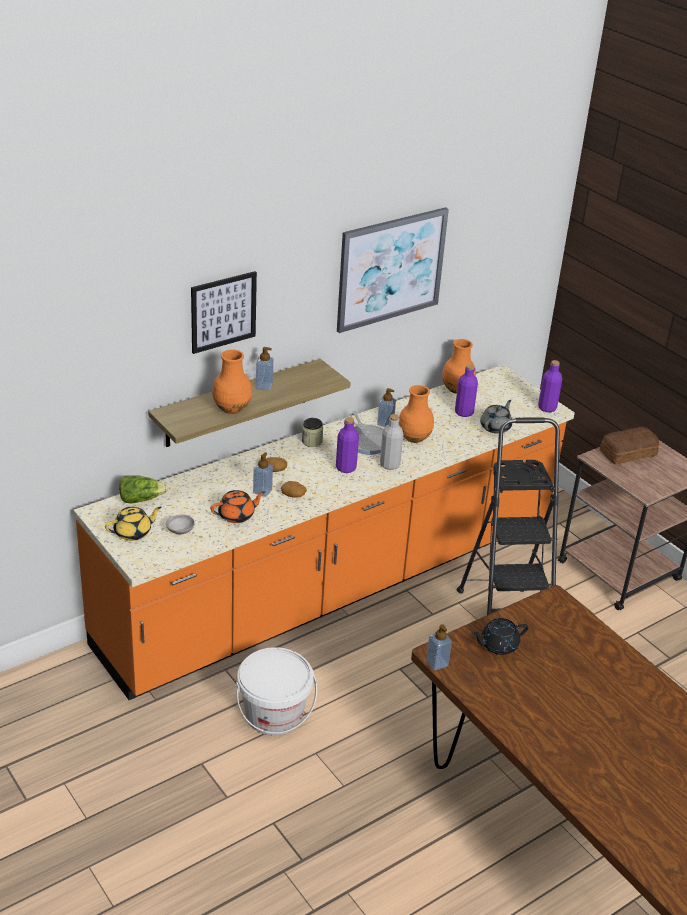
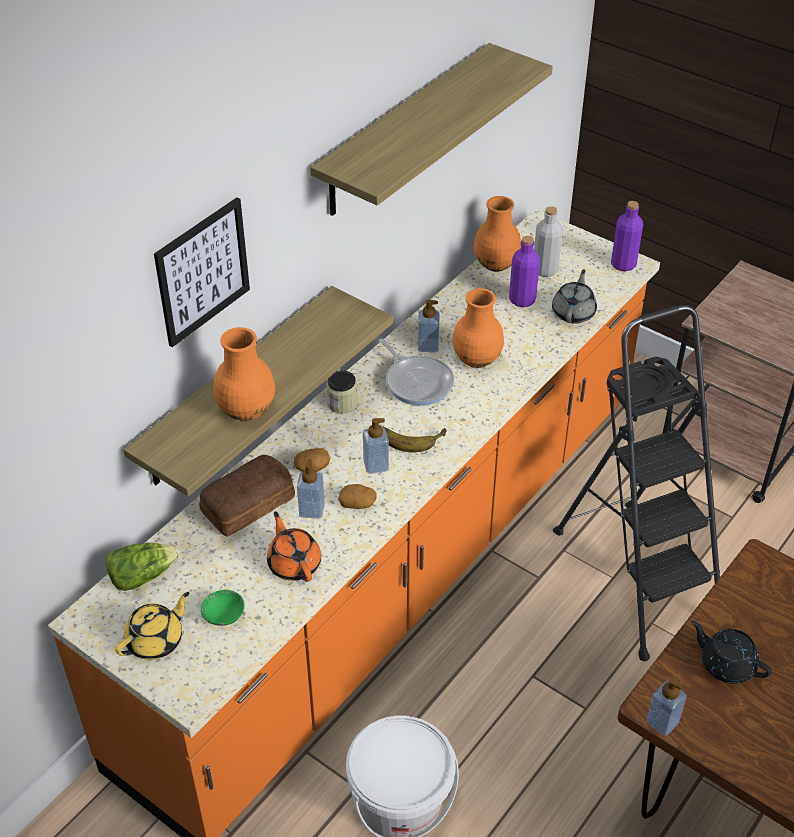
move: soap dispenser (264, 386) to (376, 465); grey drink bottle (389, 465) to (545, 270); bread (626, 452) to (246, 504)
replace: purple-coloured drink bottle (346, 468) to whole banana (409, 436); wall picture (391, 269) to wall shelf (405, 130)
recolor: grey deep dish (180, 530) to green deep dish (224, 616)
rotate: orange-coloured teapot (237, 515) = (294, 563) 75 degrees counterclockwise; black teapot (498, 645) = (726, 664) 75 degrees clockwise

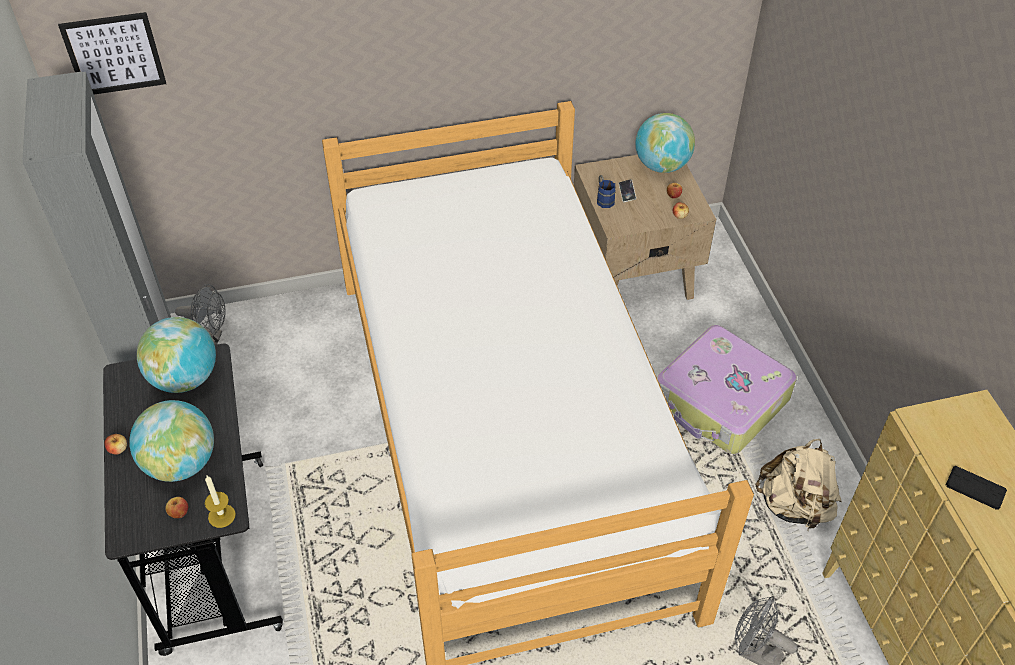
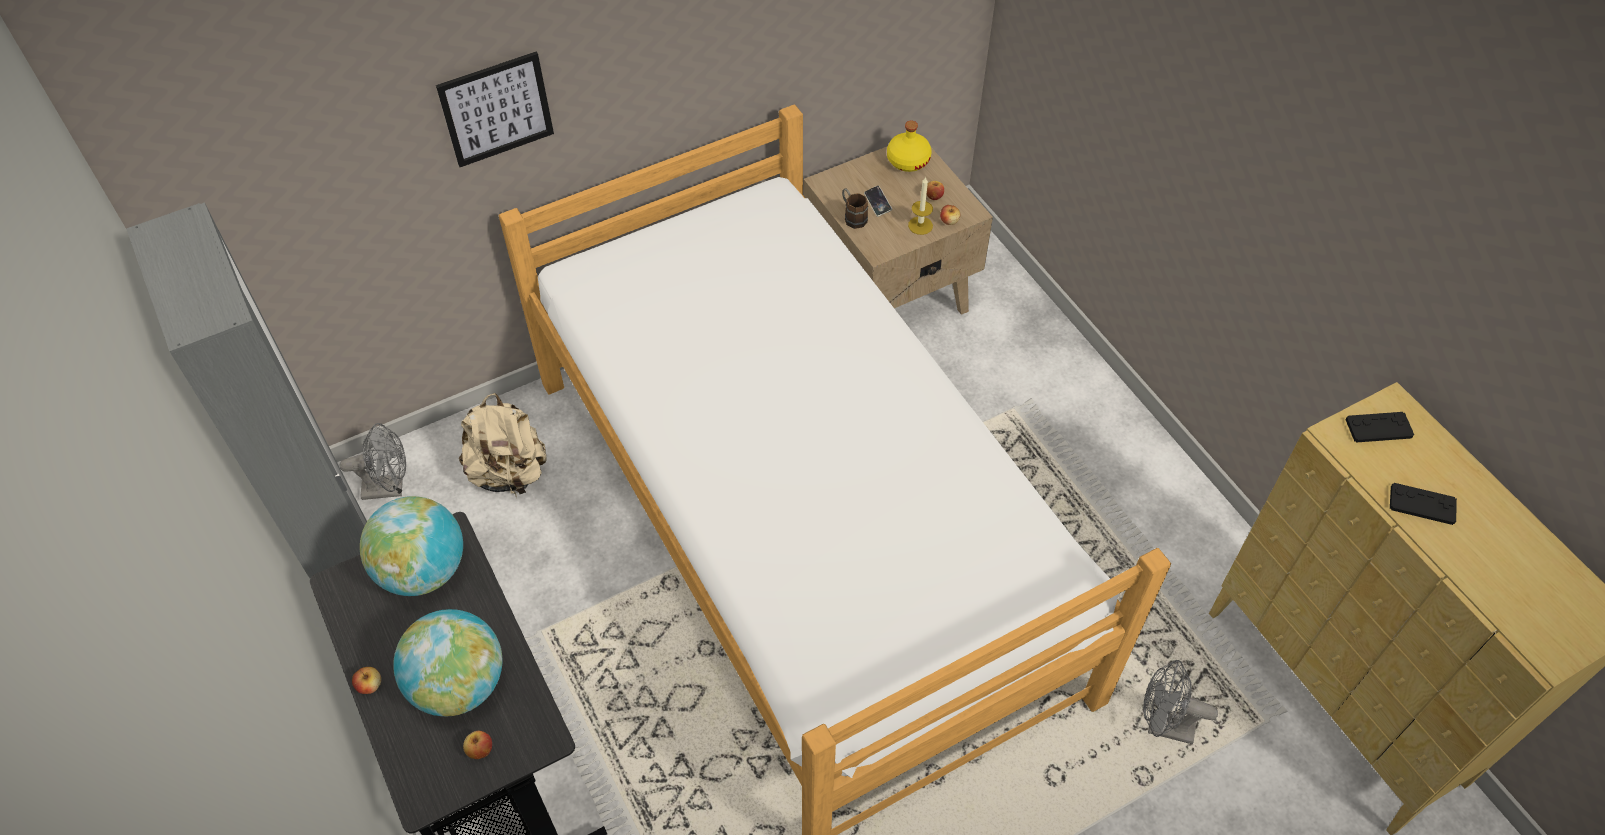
delete: suitcase (721, 401)
insert: black joypad (1378, 428)
move: wall picture (114, 54) to (496, 109); wax candle (221, 516) to (920, 225); beige backpack (794, 506) to (509, 472)
replace: desk globe (661, 165) to yellowish drink bottle (907, 160)
recolor: blue-coloured coffee mug (603, 199) to brownish coffee mug (852, 217)

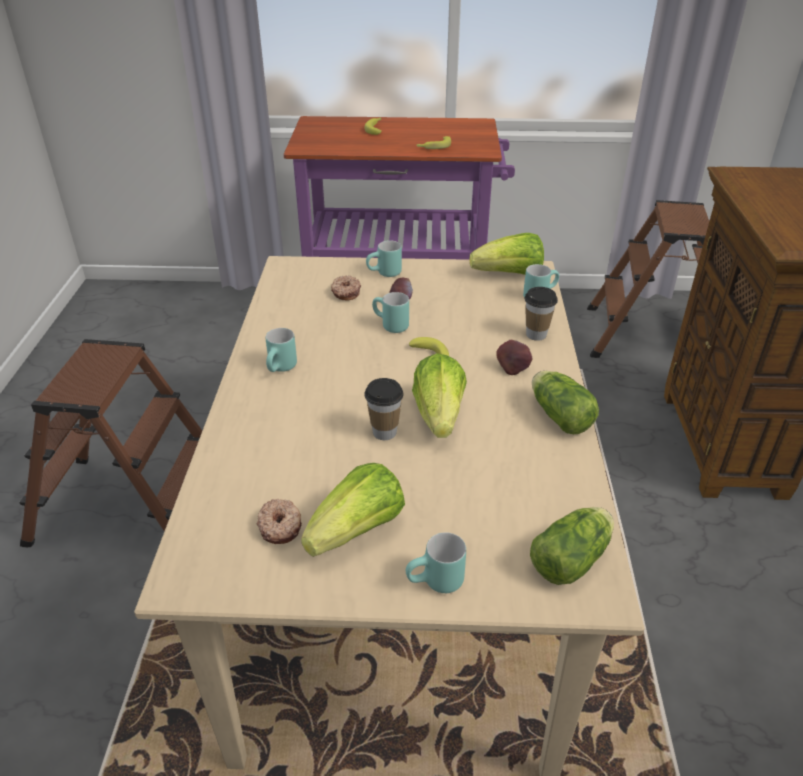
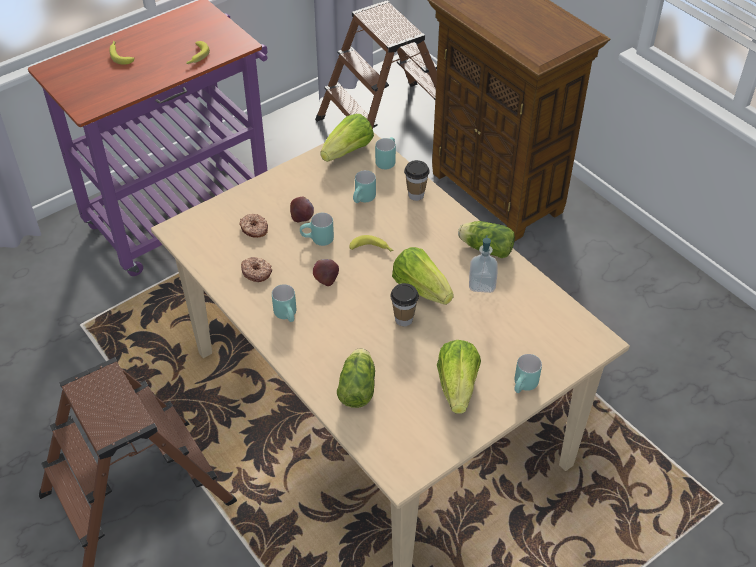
insert: soap dispenser (482, 284)
move: donut (281, 526) to (256, 272); blue-green coffee mug (385, 274) to (364, 200); apple fruit (513, 368) to (326, 279); lettuce head (573, 558) to (358, 386)

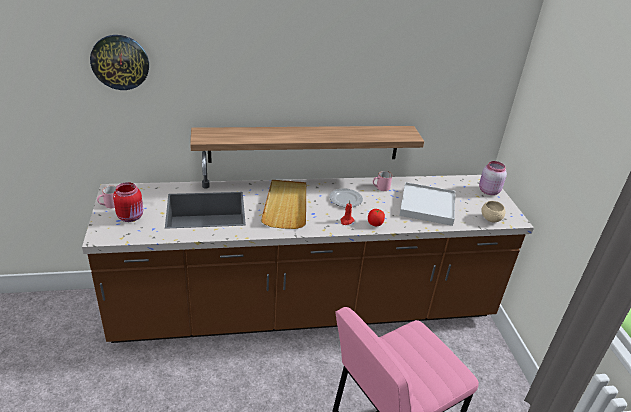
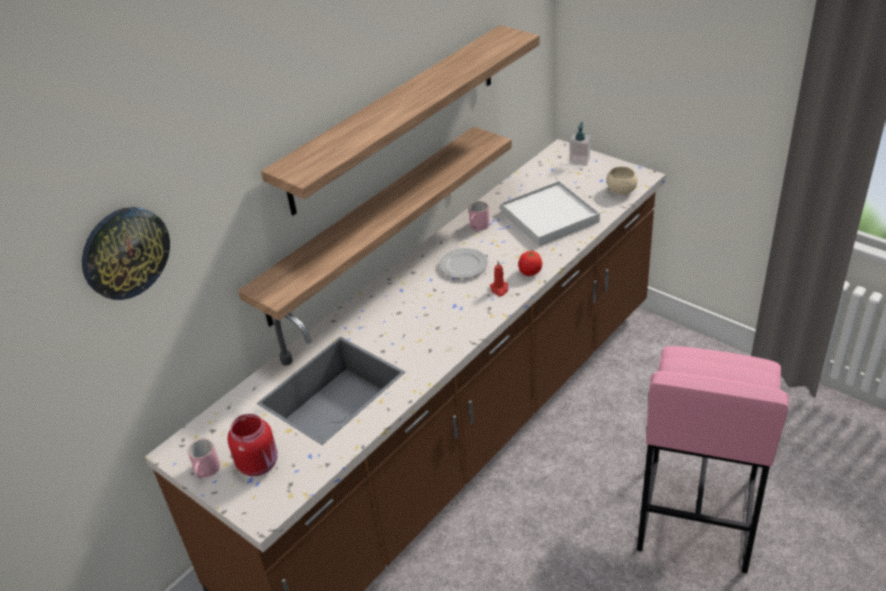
delete: beige serving tray (286, 205)
insert: wall shelf (396, 117)
replace: pinkish jar (488, 191) to soap dispenser (579, 160)

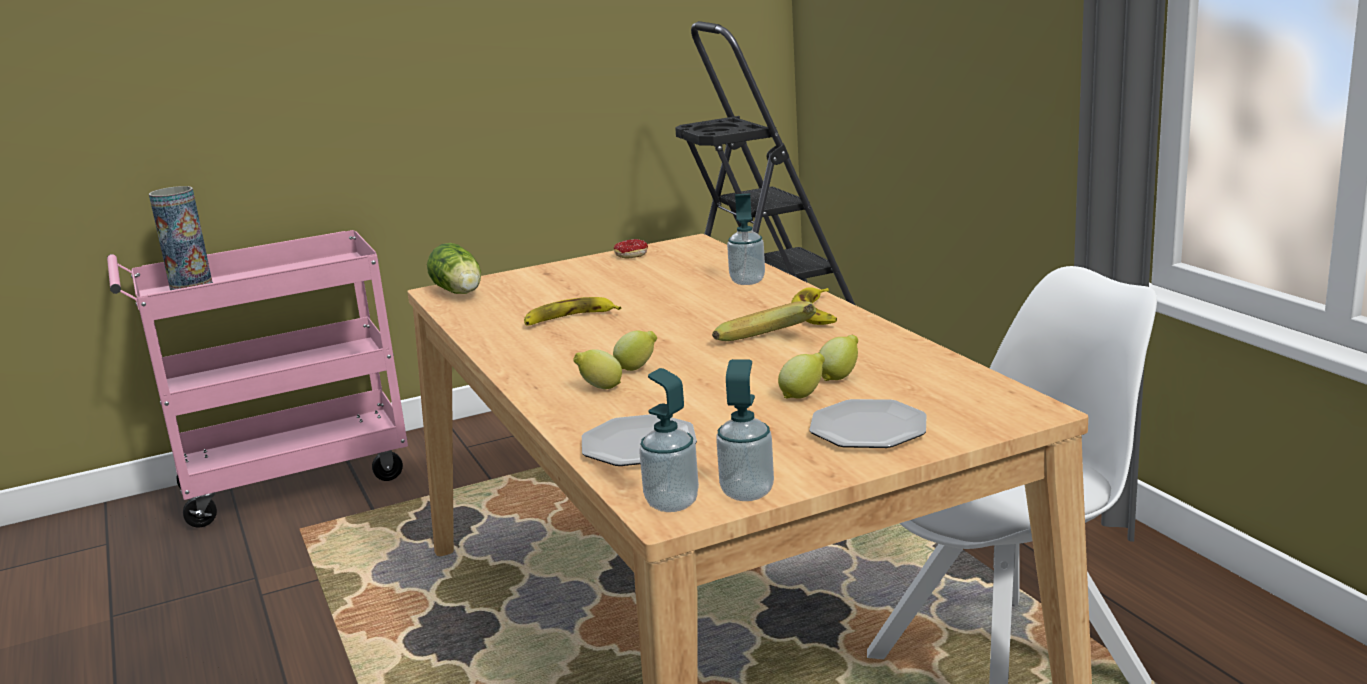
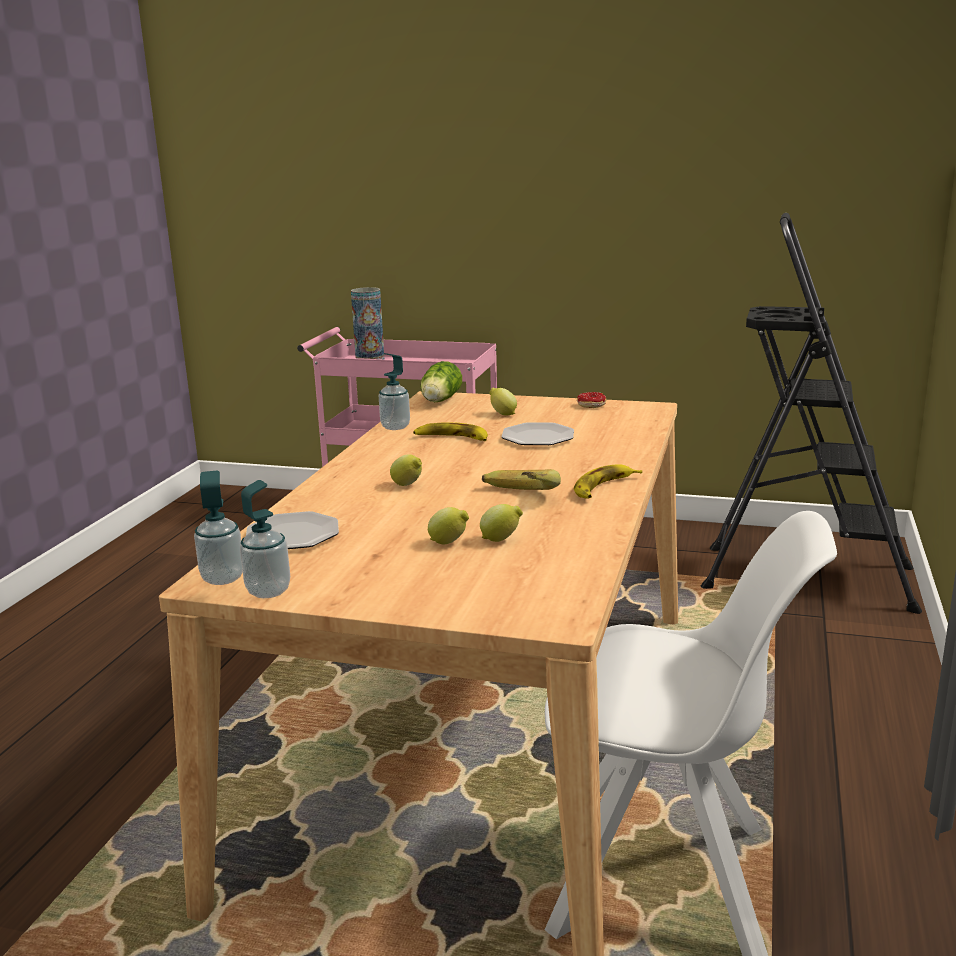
move: citrus fruit (600, 388) to (502, 414); soap dispenser (747, 281) to (395, 427); plate (869, 428) to (538, 437)

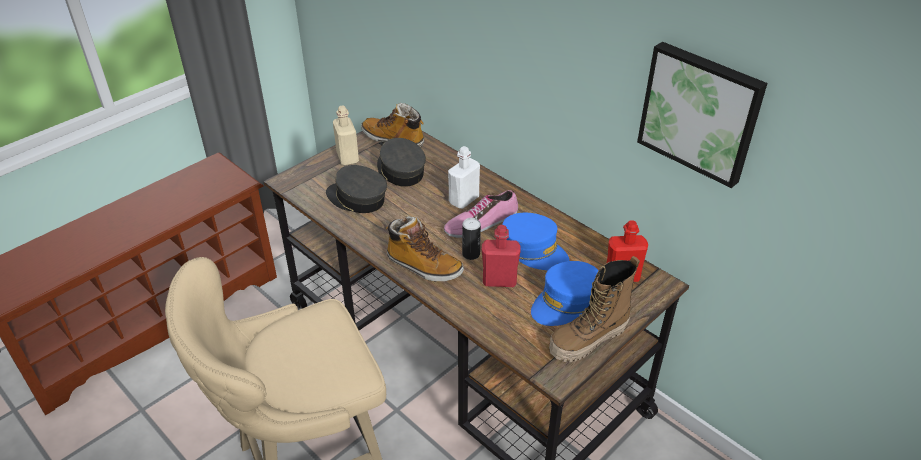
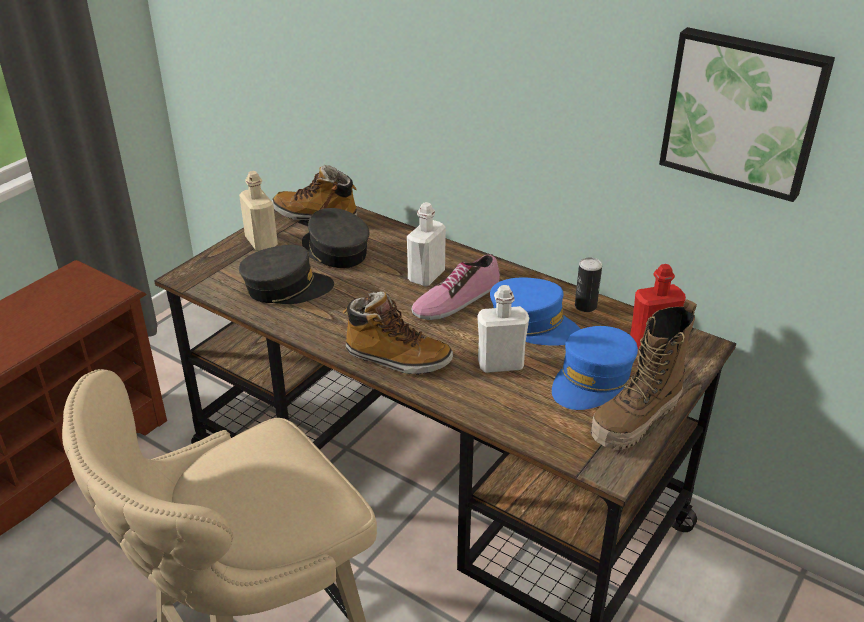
move: can (471, 254) to (585, 306)
recolor: reddish drink bottle (499, 281) to white-coloured drink bottle (500, 364)
rotate: grey baseball cap (357, 199) = (286, 288) 150 degrees clockwise

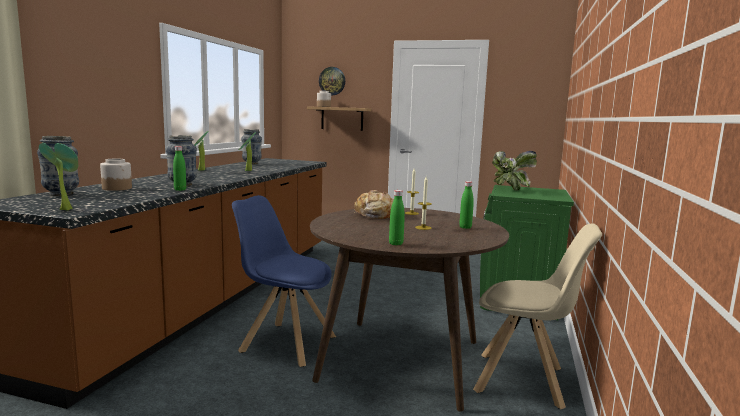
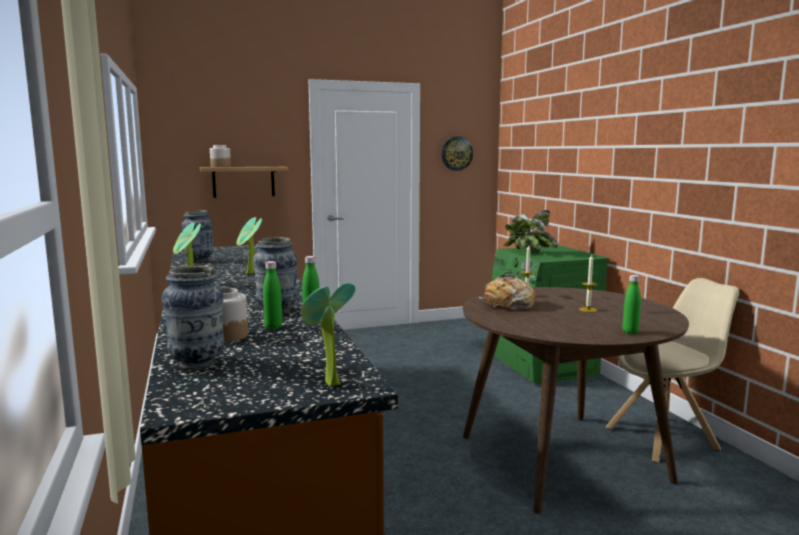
delete: blue-coloured chair (284, 342)
move: clock on the wall (332, 81) to (456, 153); green drink bottle (465, 227) to (273, 327)

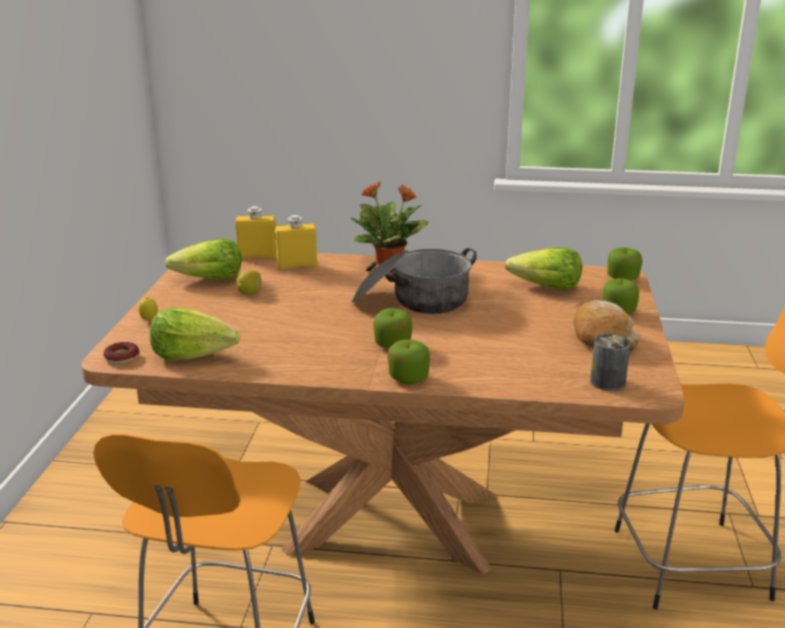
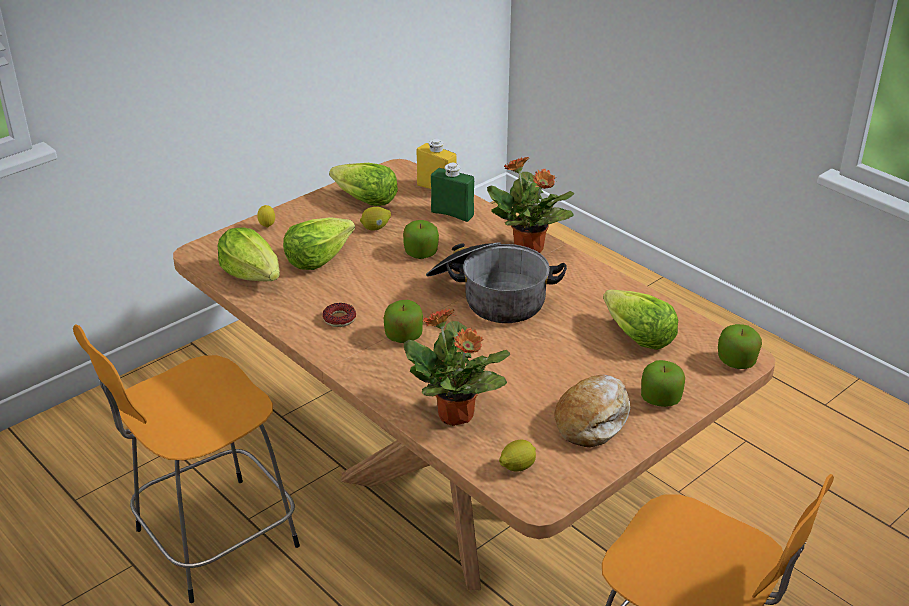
insert: lettuce head (318, 258); potted plant (456, 416)
move: donut (122, 357) to (339, 319); apple fruit (408, 378) to (421, 253)
replace: can (607, 382) to citrus fruit (517, 467)
recolor: yellowish drink bottle (297, 266) to green drink bottle (452, 214)

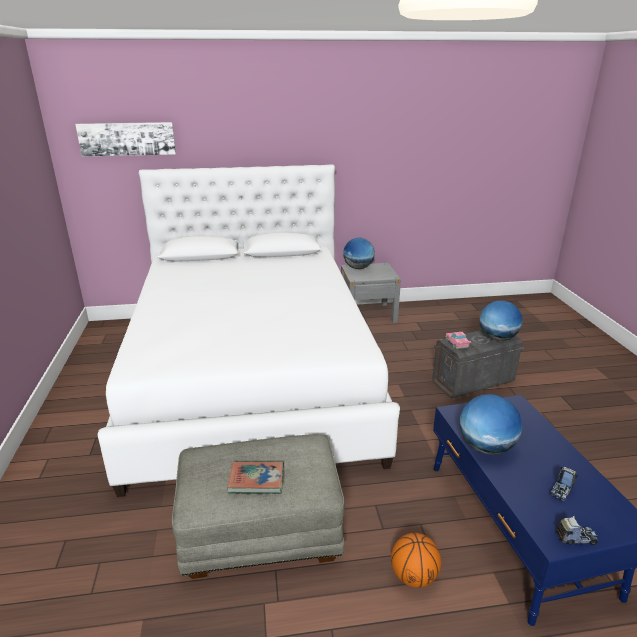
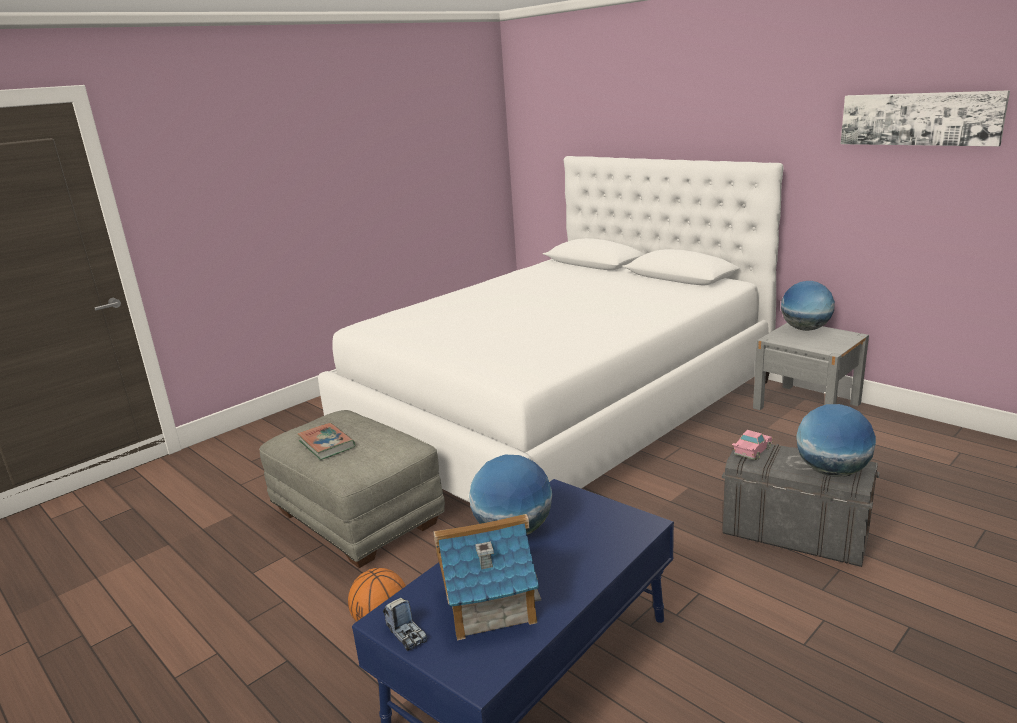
move: wall picture (127, 139) to (919, 119)
replace: toy lorry (562, 490) to model house (488, 604)

